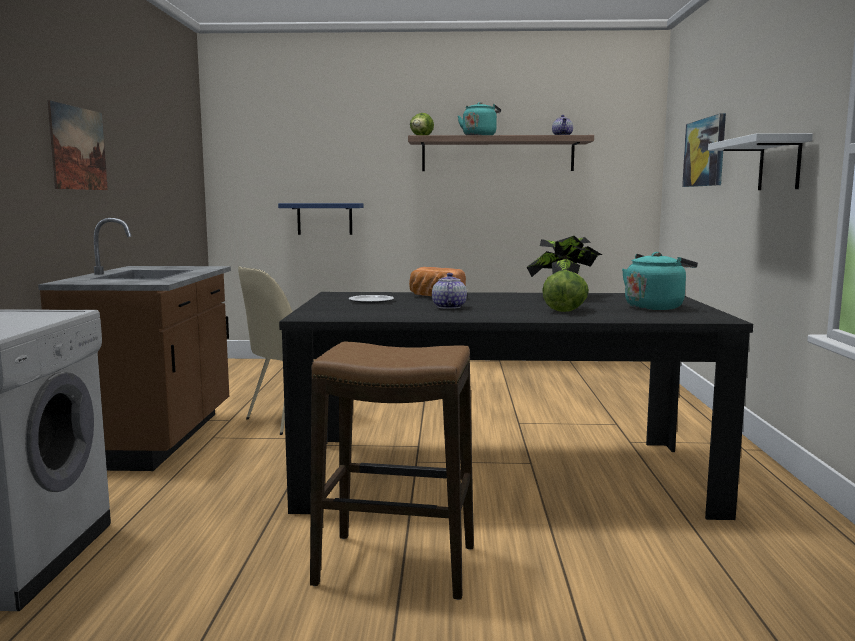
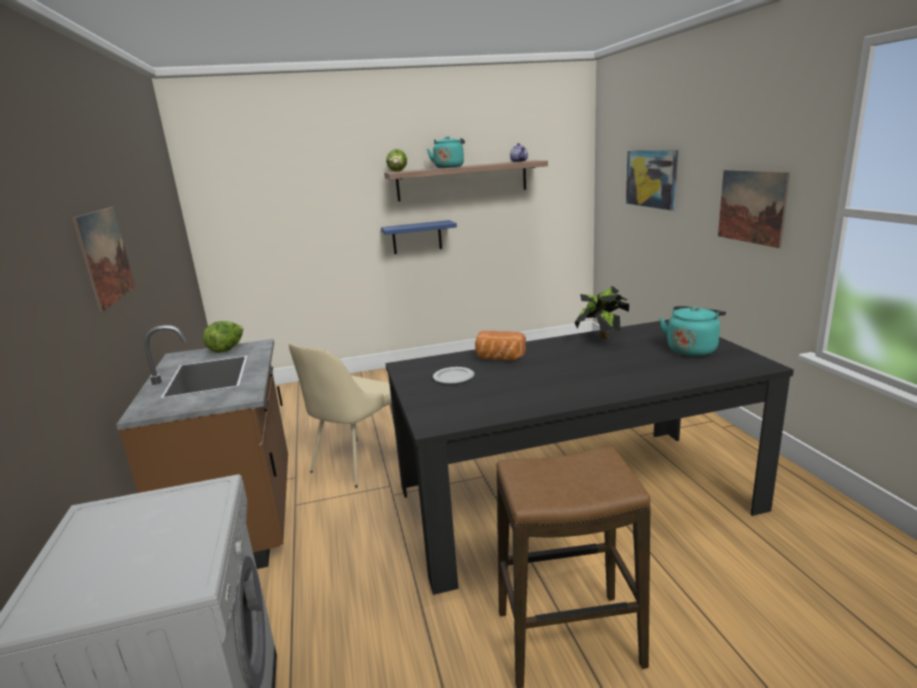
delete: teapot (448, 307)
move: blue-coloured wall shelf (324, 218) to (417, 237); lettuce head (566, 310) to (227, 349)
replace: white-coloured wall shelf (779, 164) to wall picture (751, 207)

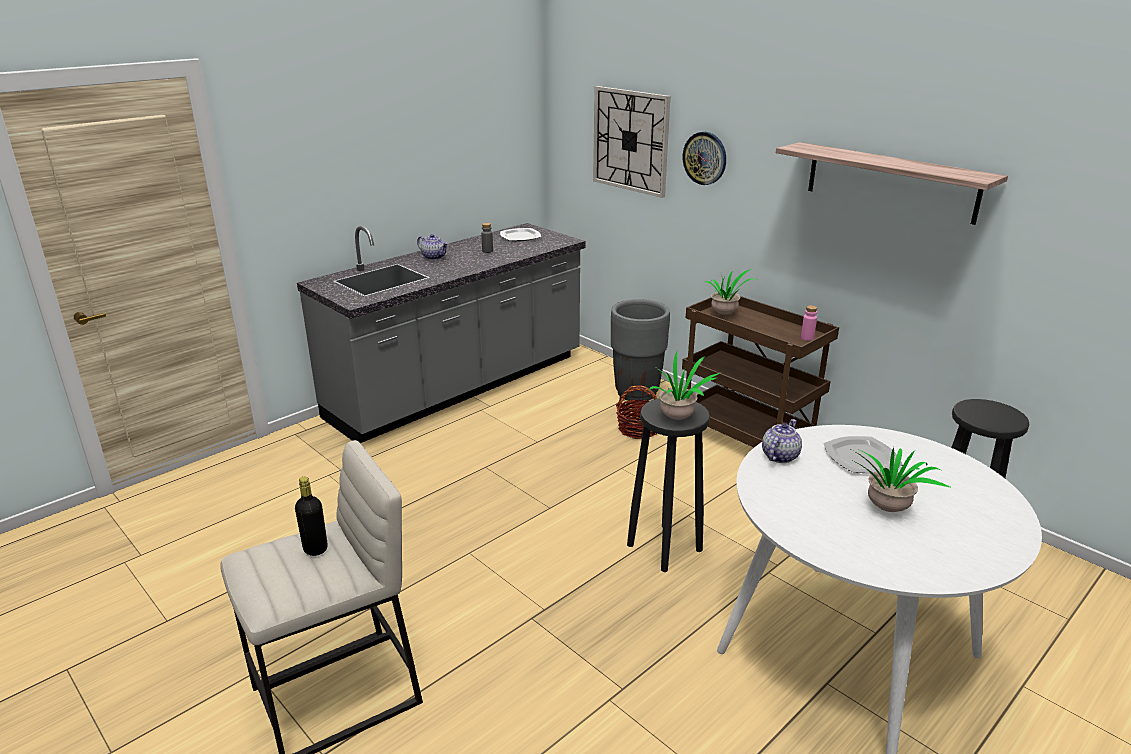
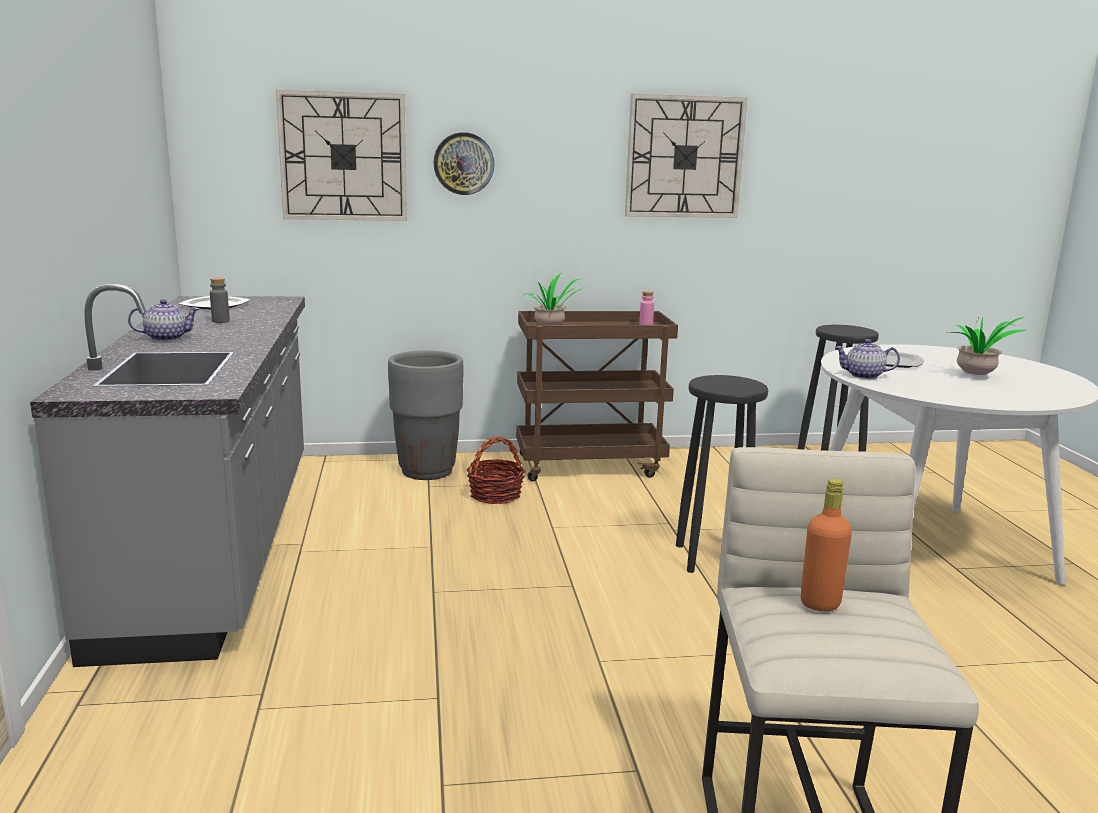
delete: potted plant (678, 417)
replace: wall shelf (890, 182) to clock on the wall (684, 157)
recolor: black drink bottle (315, 549) to orange-coloured drink bottle (820, 603)
rotate: teapot (779, 456) = (863, 376) 60 degrees counterclockwise

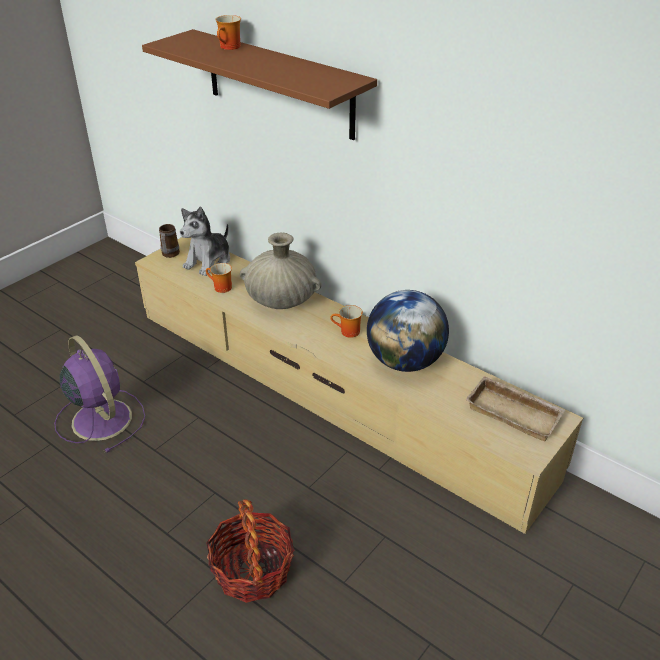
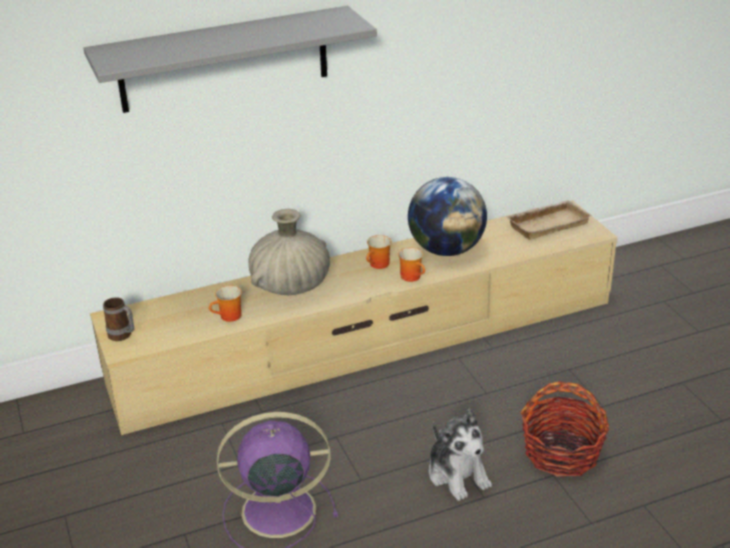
move: cuddly toy (209, 261) to (457, 475); coffee mug (230, 47) to (413, 277)
recolor: brownish wall shelf (279, 84) to grey wall shelf (224, 59)

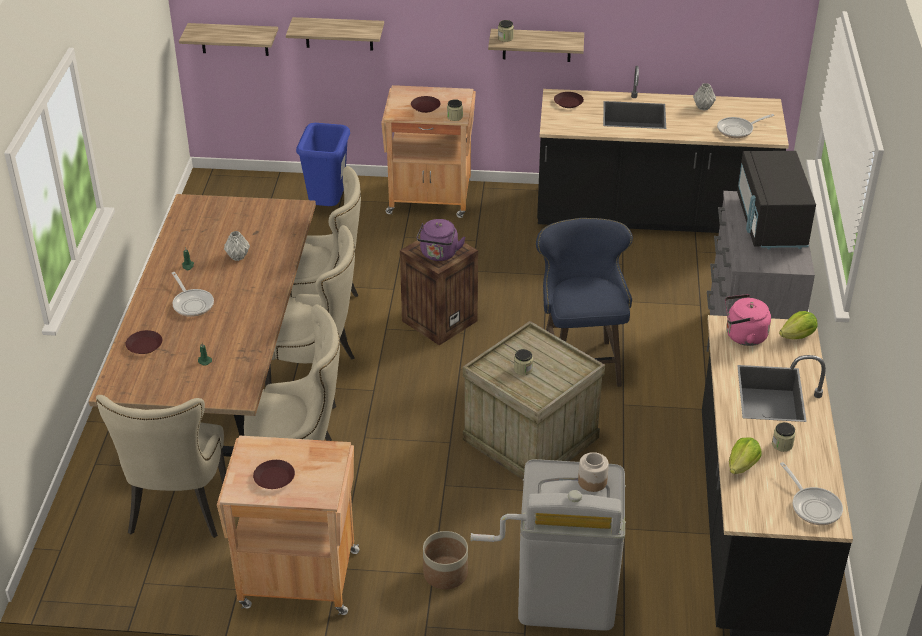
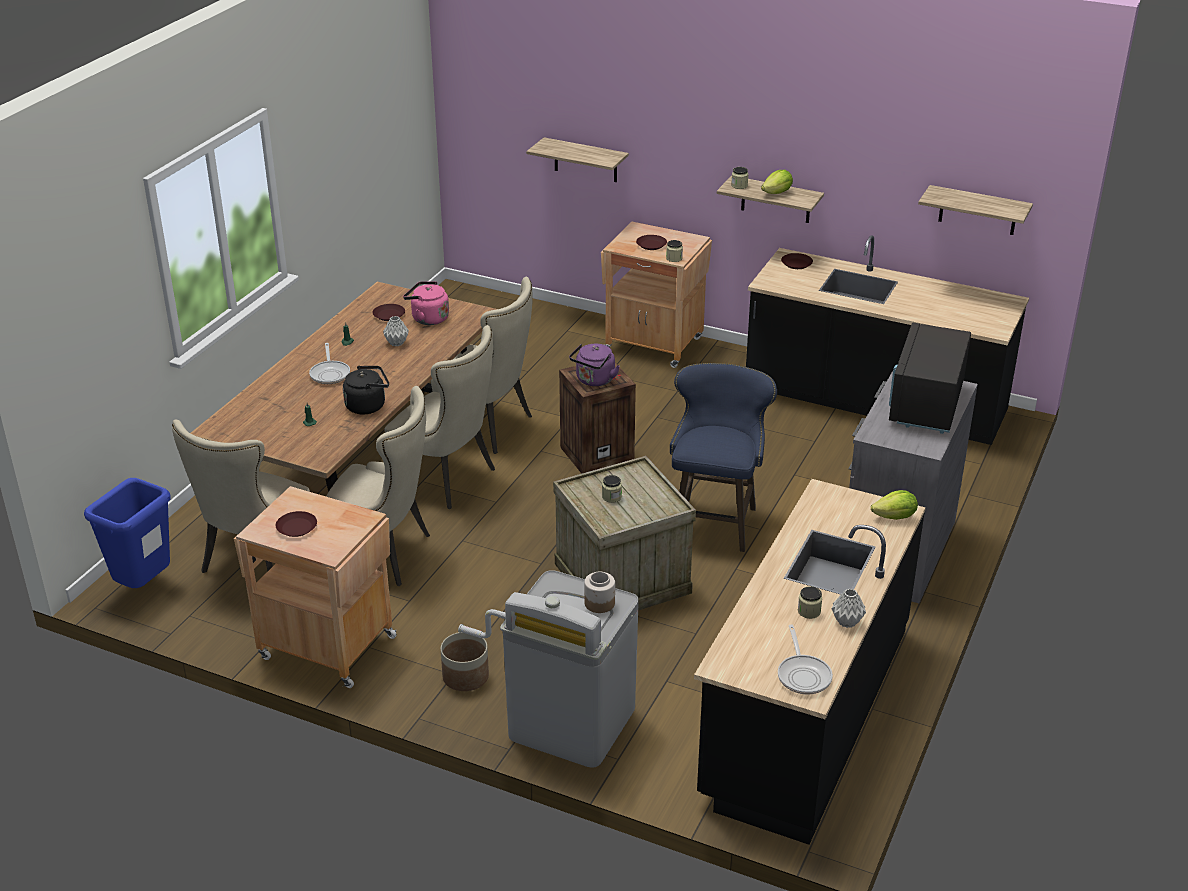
delete: skillet (738, 130)
insert: black tea kettle (368, 405)
move: brownish plate (144, 345) to (389, 315); wall shelf (234, 39) to (978, 210); blue-coloured trash can (328, 207) to (145, 586); grey vase (703, 107) to (847, 622); pinkish tea kettle (743, 336) to (428, 318); lettuce head (742, 466) to (777, 193)

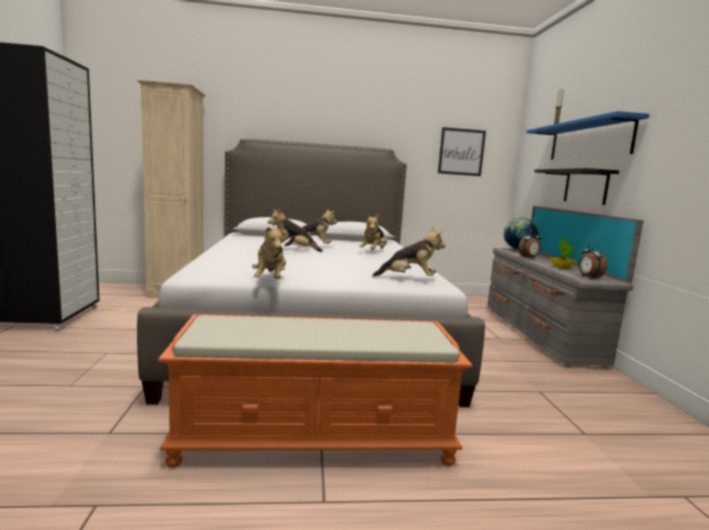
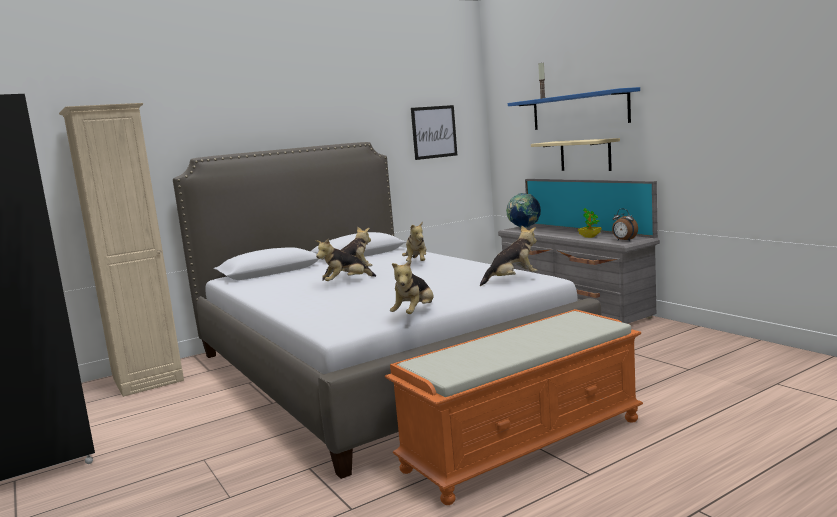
delete: bedside clock (529, 258)
recolor: black wall shelf (585, 187) to beige wall shelf (585, 155)
rotate: cuddly toy (270, 280) = (415, 313) 60 degrees clockwise

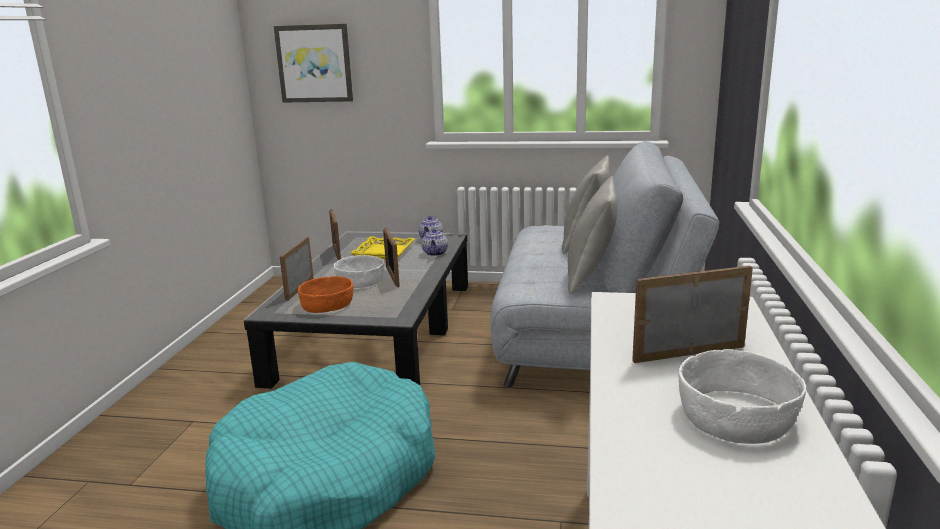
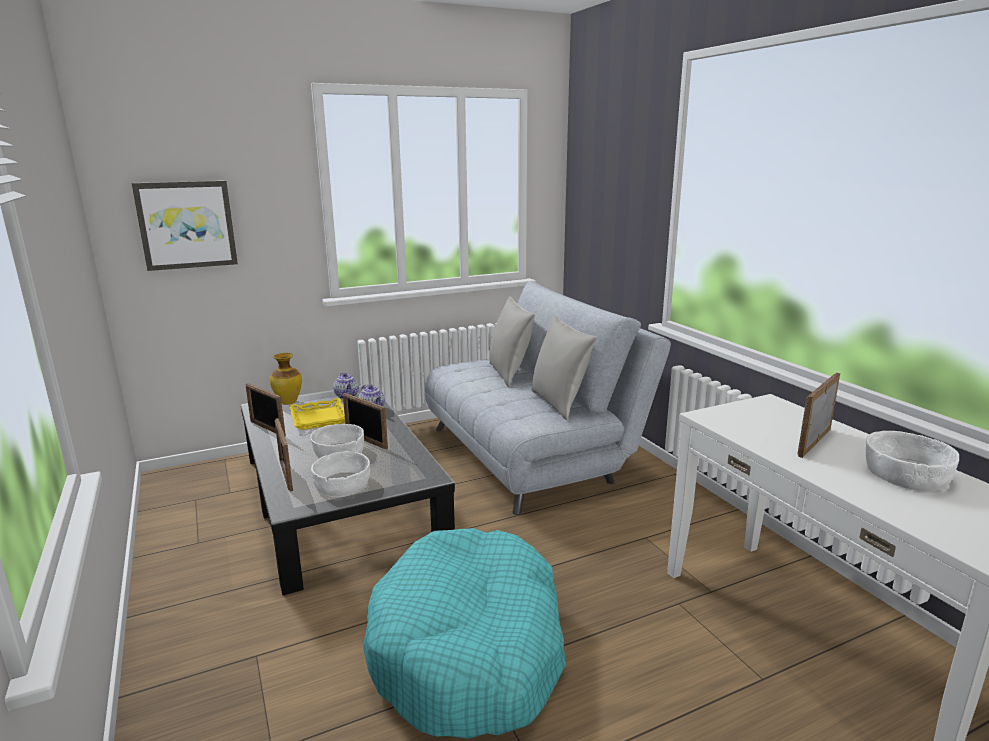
insert: vase (288, 403)
recolor: orange-coloured deep dish (327, 304) to white-coloured deep dish (342, 483)

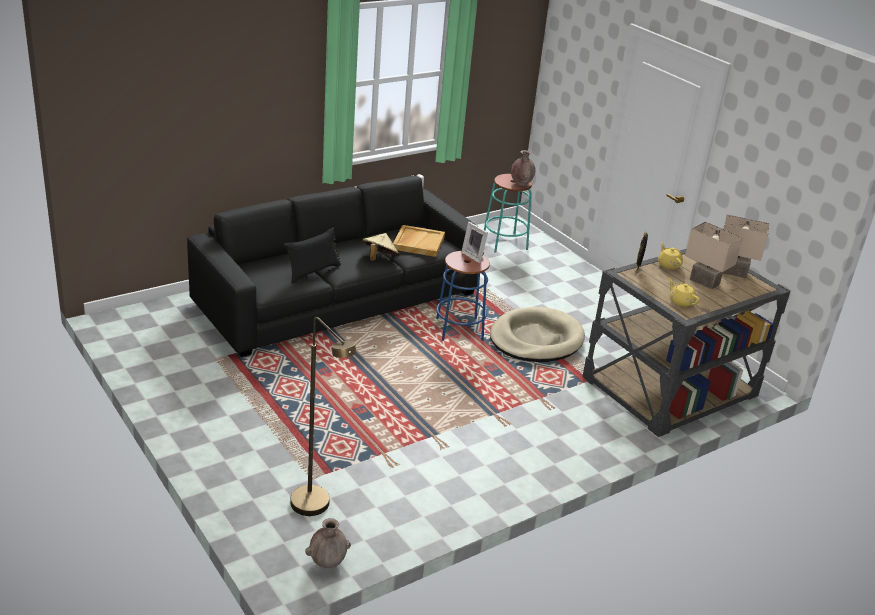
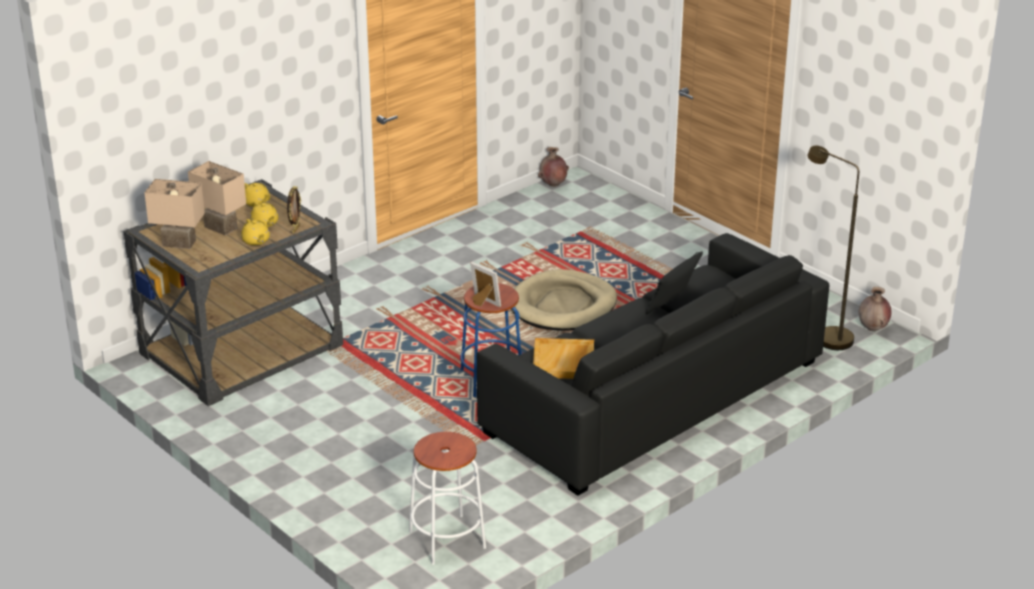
delete: beige hat (379, 259)
insert: yellowish teapot (265, 223)
move: brownish standing lamp (316, 509) to (826, 337); beige pet bed (536, 339) to (563, 306); brownish vase (521, 184) to (873, 329)
recolor: blue-green sitting stool (504, 242) to white-coloured sitting stool (447, 539)

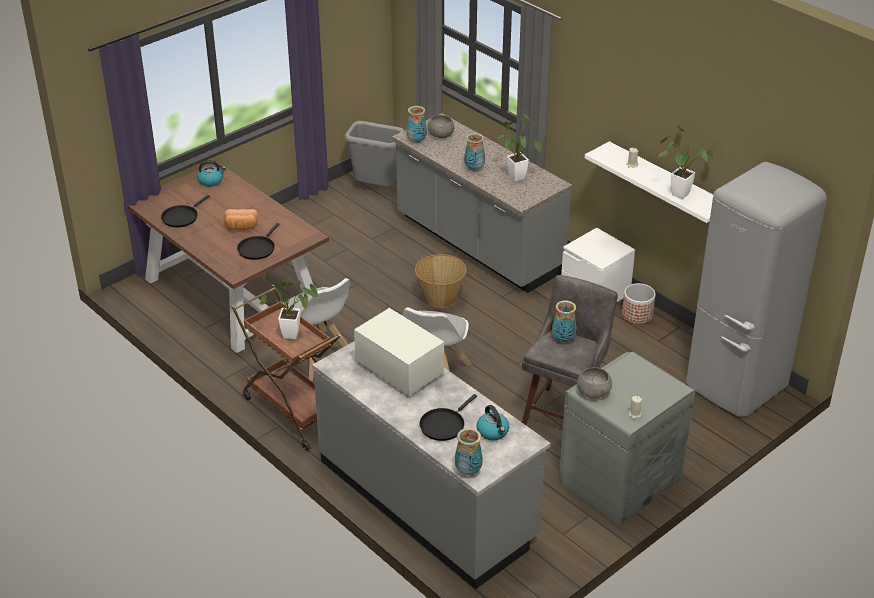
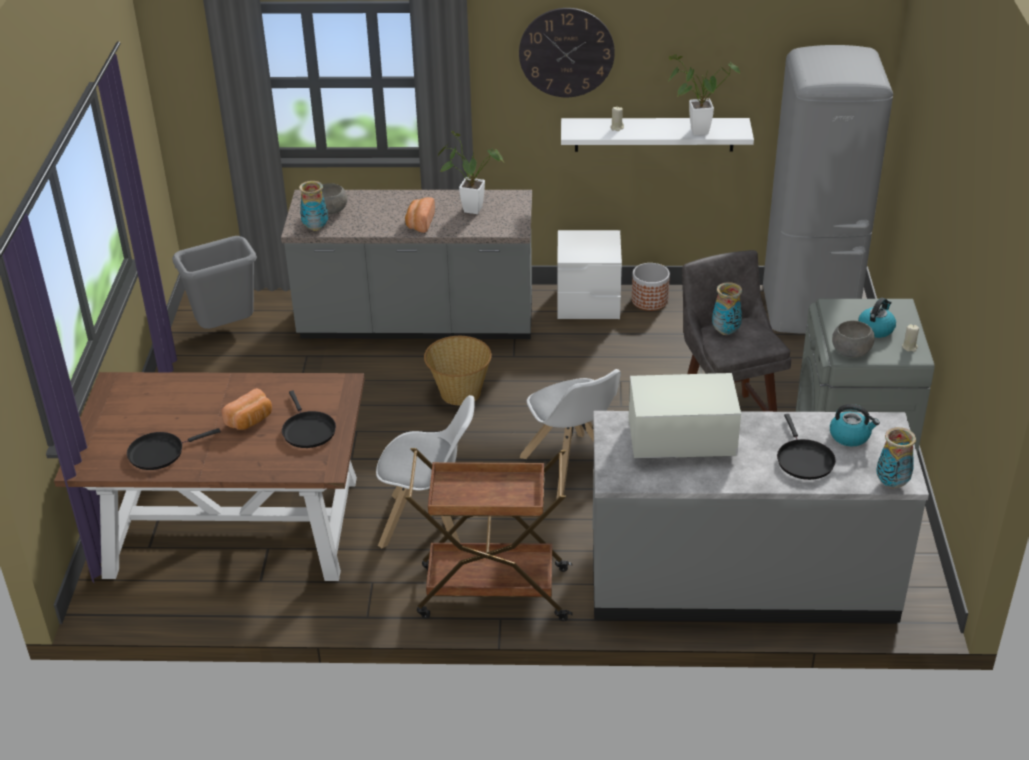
delete: potted plant (295, 335)
insert: clock on the wall (566, 52)
move: tea kettle (211, 181) to (876, 328)
replace: vase (474, 169) to bread (419, 223)
rotate: black skillet (181, 217) = (160, 452) 75 degrees clockwise

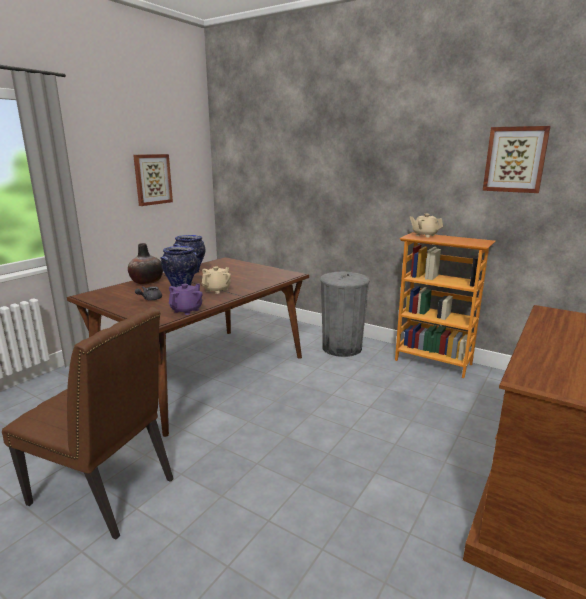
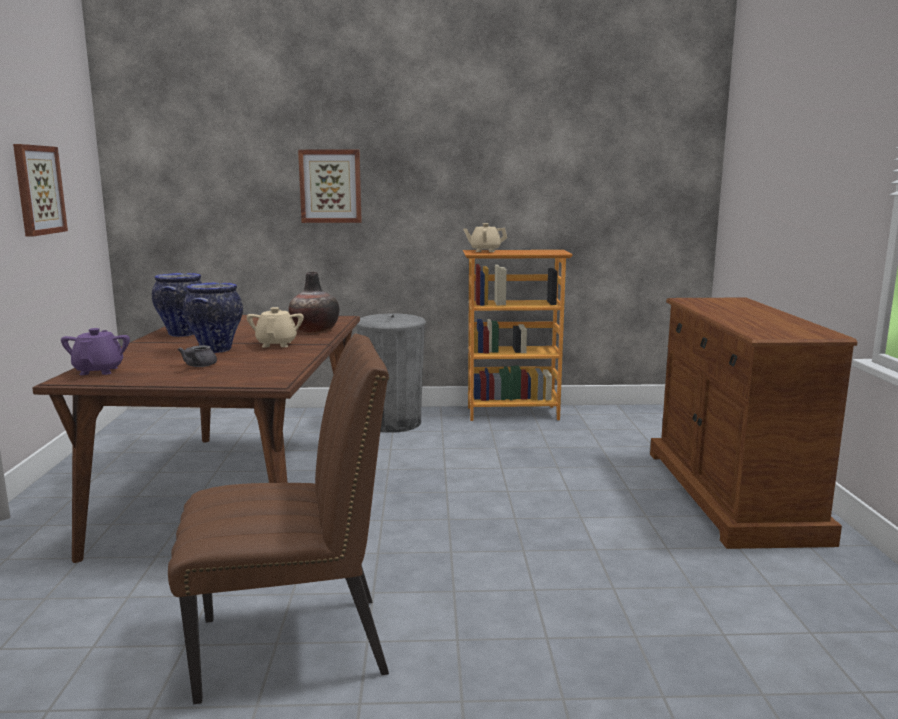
move: vase (147, 282) to (314, 330); purple-coloured teapot (187, 310) to (99, 371); wall picture (515, 159) to (330, 186)

